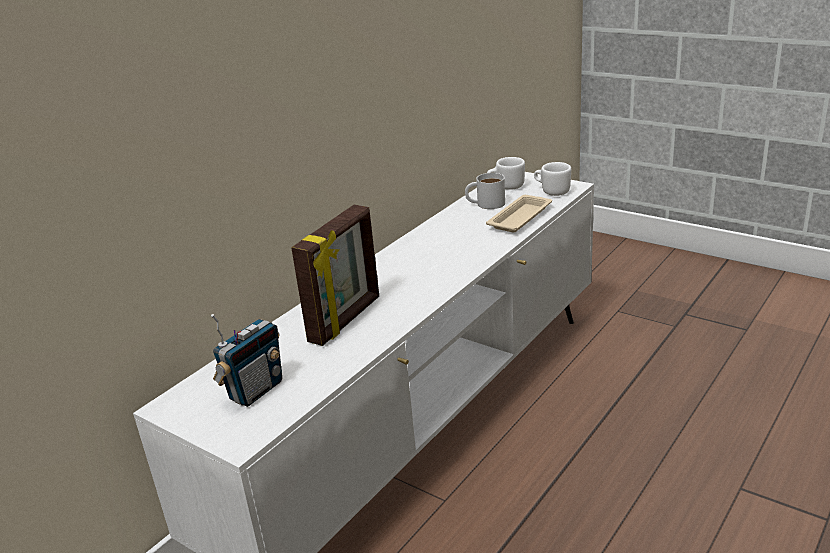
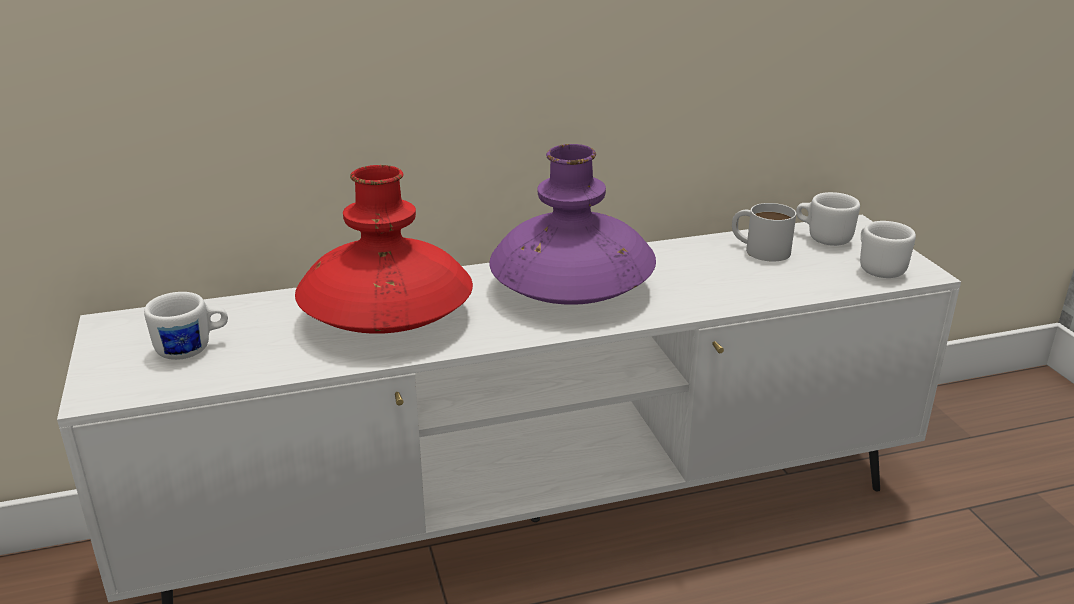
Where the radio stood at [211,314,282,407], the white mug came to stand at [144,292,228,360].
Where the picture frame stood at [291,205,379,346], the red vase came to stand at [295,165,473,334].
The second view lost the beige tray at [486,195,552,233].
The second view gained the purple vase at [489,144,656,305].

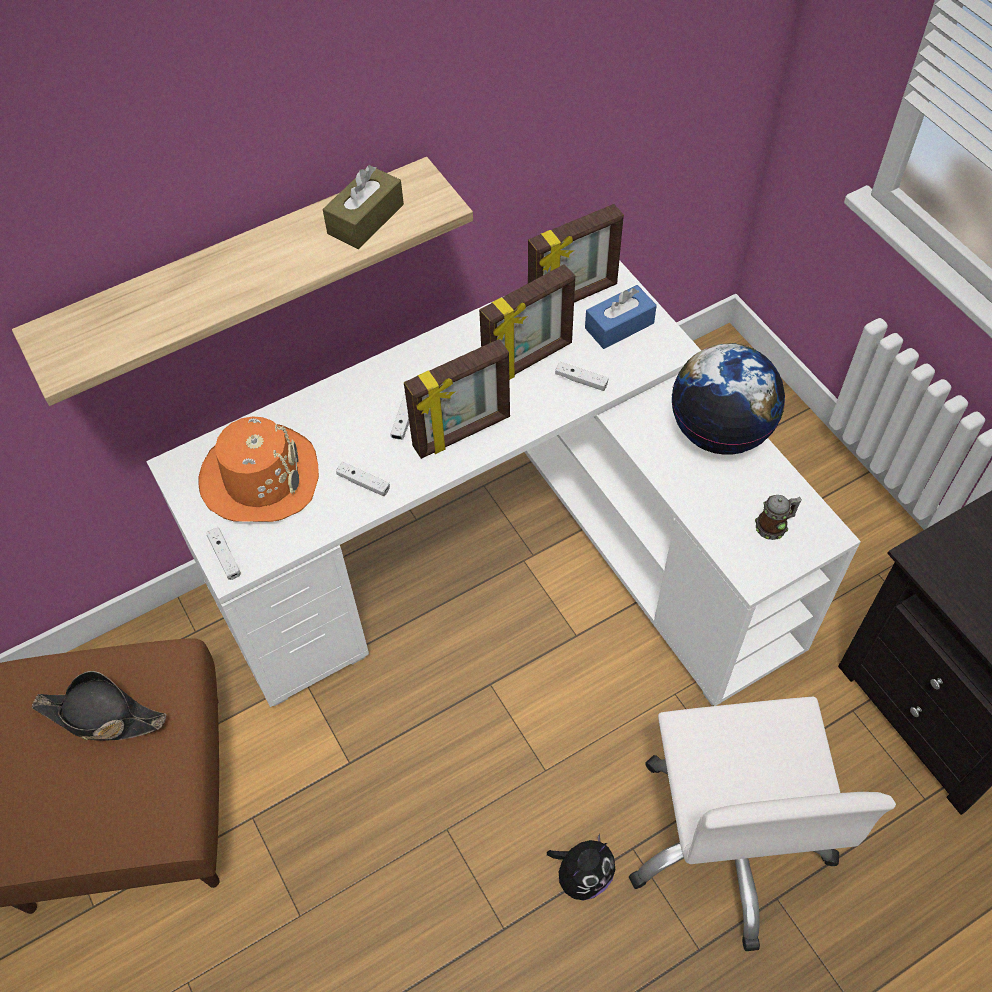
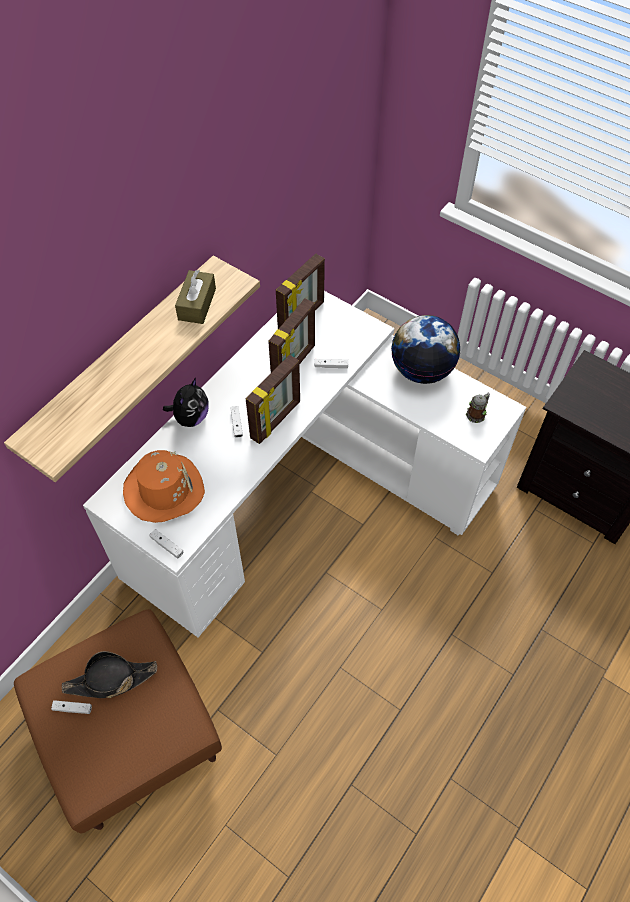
The white game controller ended up elsewhere, having gone from [336,462,390,496] to [51,700,92,714].
The plush toy ended up elsewhere, having gone from [547,834,615,900] to [163,378,209,427].
The second view lost the blue tissue box at [585,285,657,349].
The second view lost the white office chair at [629,697,896,951].

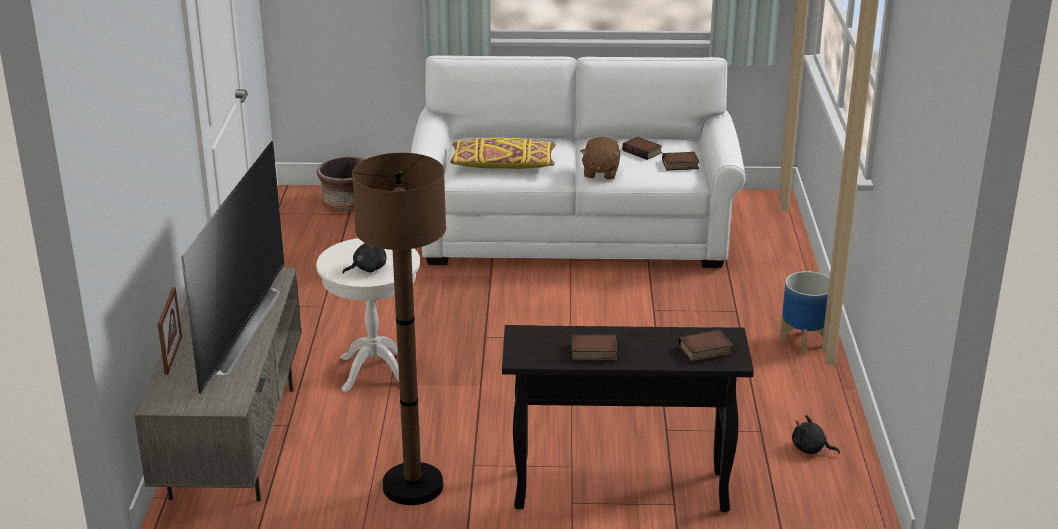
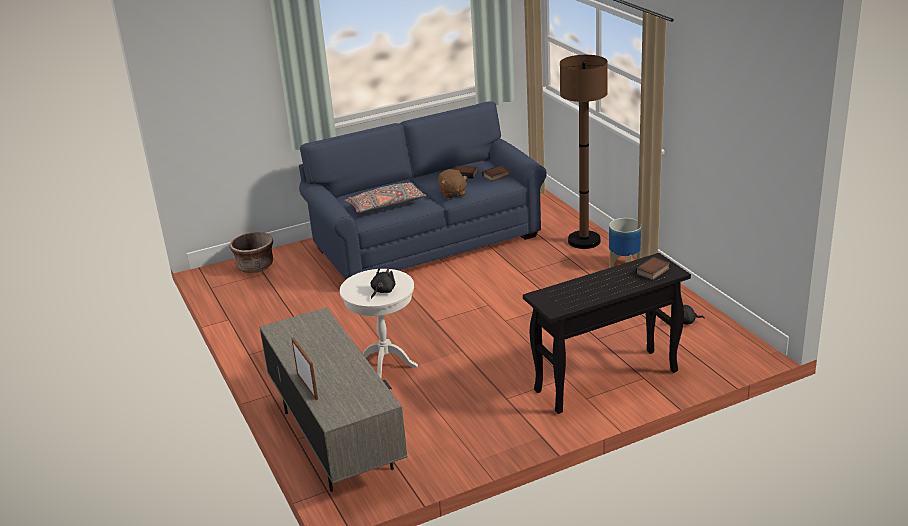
The second view lost the television at [181,141,284,394].
The brown floor lamp ended up elsewhere, having gone from [352,153,446,505] to [560,55,608,249].
What was the white sofa at [411,55,746,268] turned into the blue sofa at [299,102,547,280].
What was the yellow pillow at [450,138,556,169] turned into the grey pillow at [345,182,426,213].
The second view lost the book at [571,334,617,361].

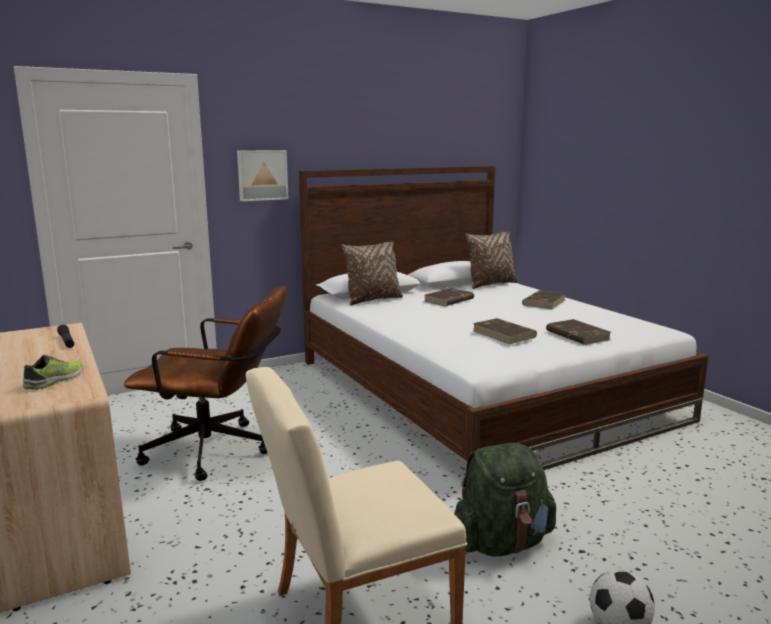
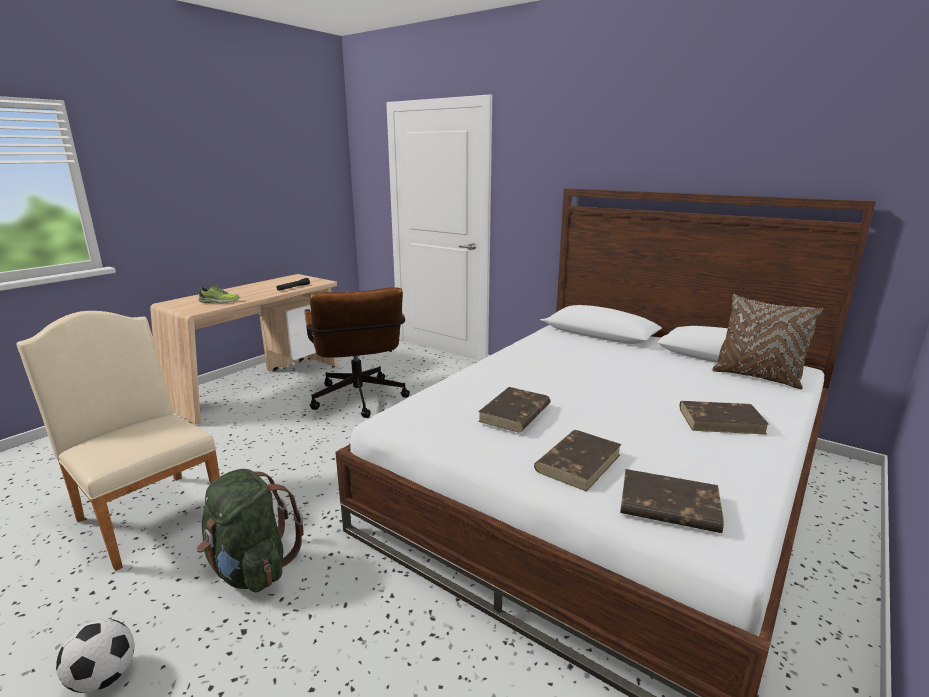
The second view lost the picture at [237,150,288,201].
The second view lost the brown pillow at [341,241,403,306].
The brown book ended up elsewhere, having gone from [424,288,474,306] to [620,469,724,533].

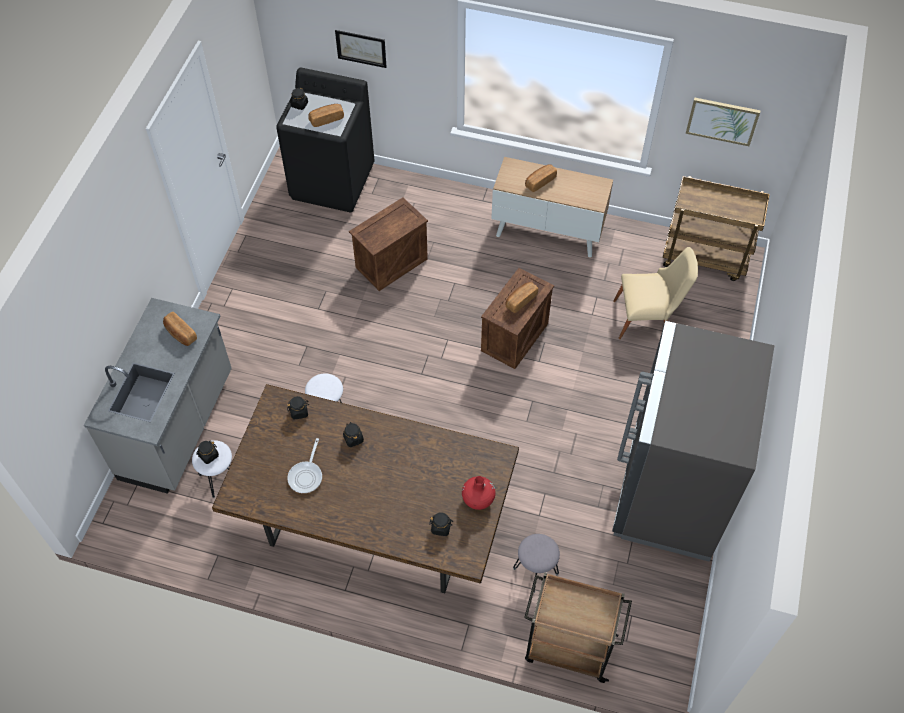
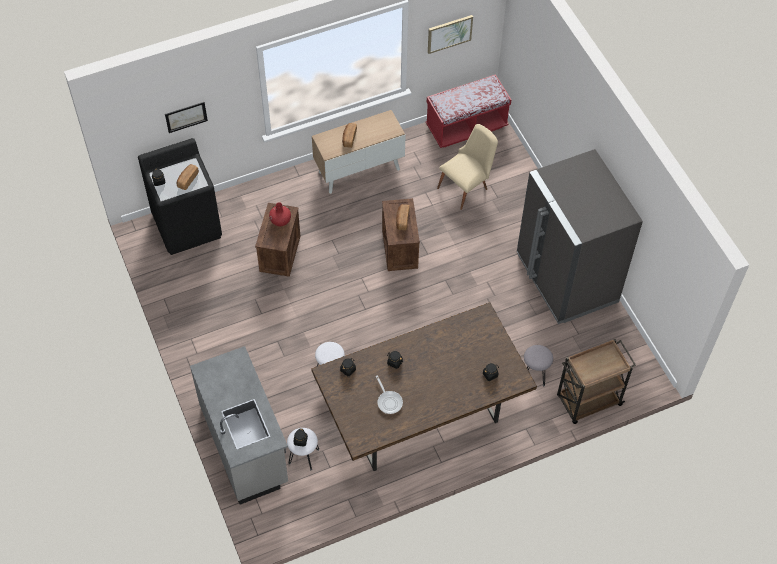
The second view lost the bread at [163,312,197,346].
The red vase ended up elsewhere, having gone from [462,476,496,510] to [269,202,291,226].
Where the brown cart stood at [663,176,770,281], the red bench came to stand at [426,74,511,148].

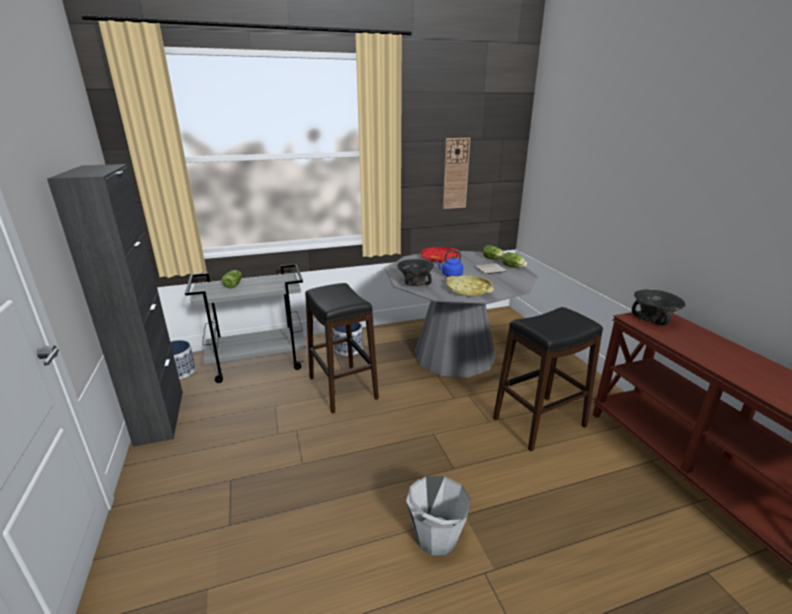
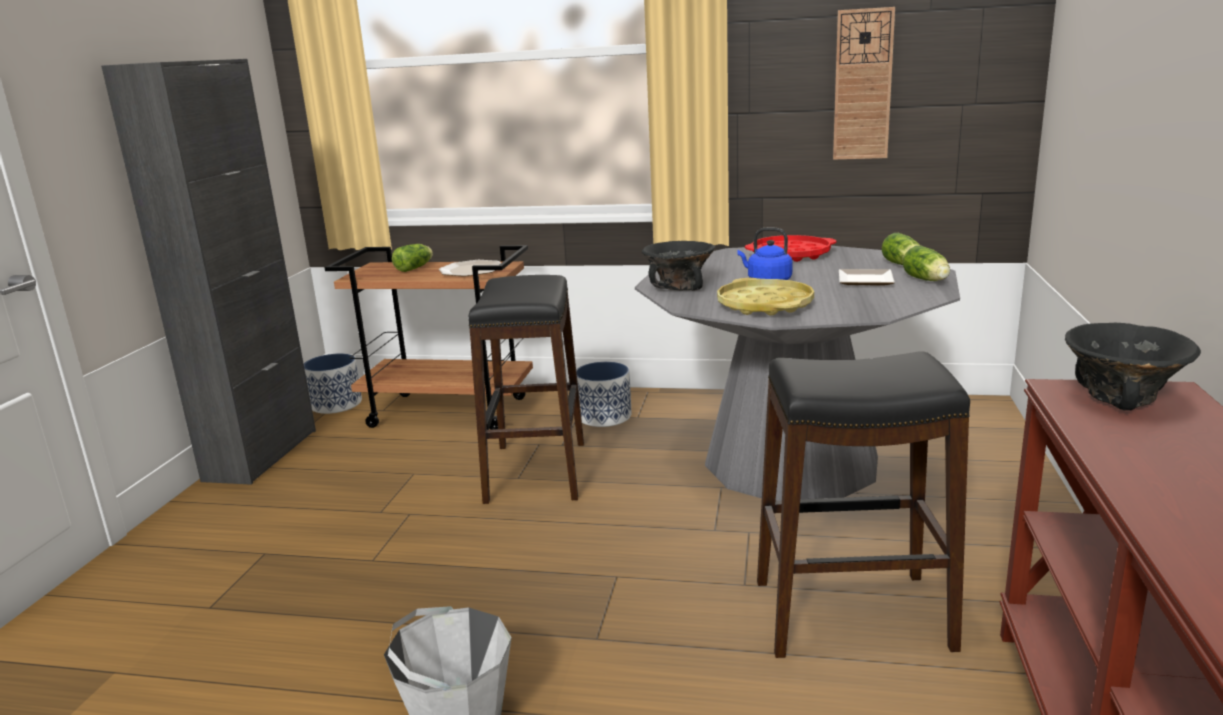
What was the grey cart at [185,264,306,383] turned into the brown cart at [325,245,533,430].
The second view gained the plate at [439,260,501,277].

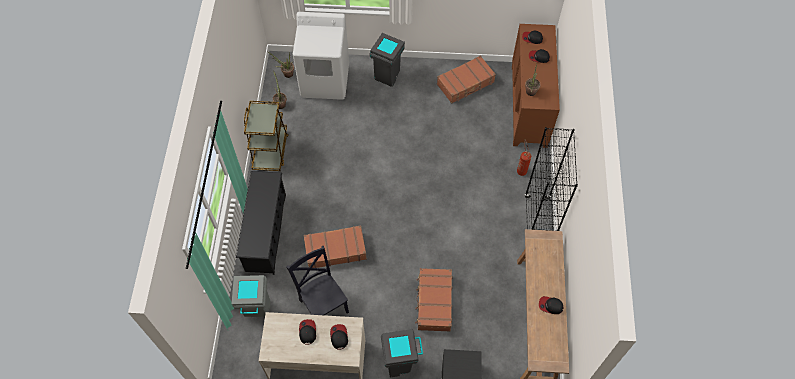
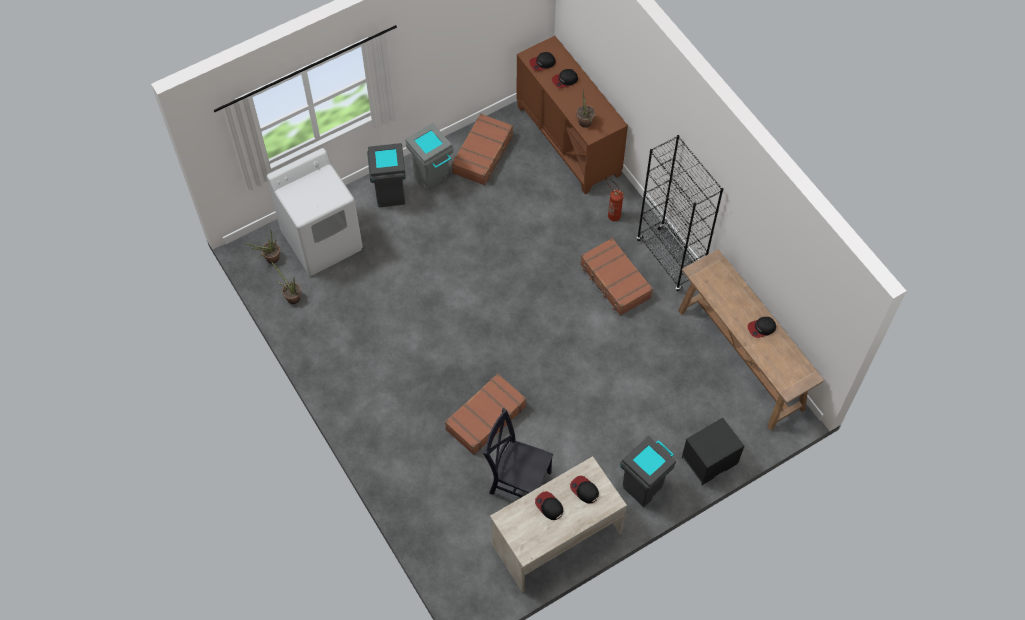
The grey trash can ended up elsewhere, having gone from [232,275,270,317] to [405,123,453,189].
The second view lost the black shoe rack at [236,171,286,275].
The second view lost the brown cart at [244,101,288,171].
The brown suitcase ended up elsewhere, having gone from [415,268,453,332] to [580,238,653,316].

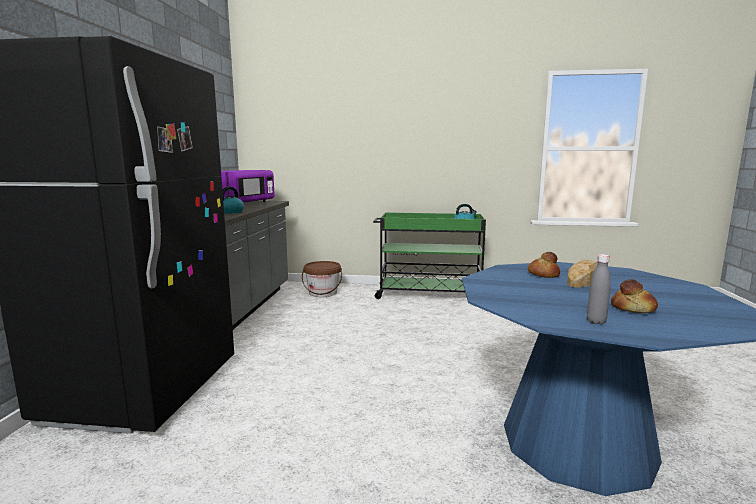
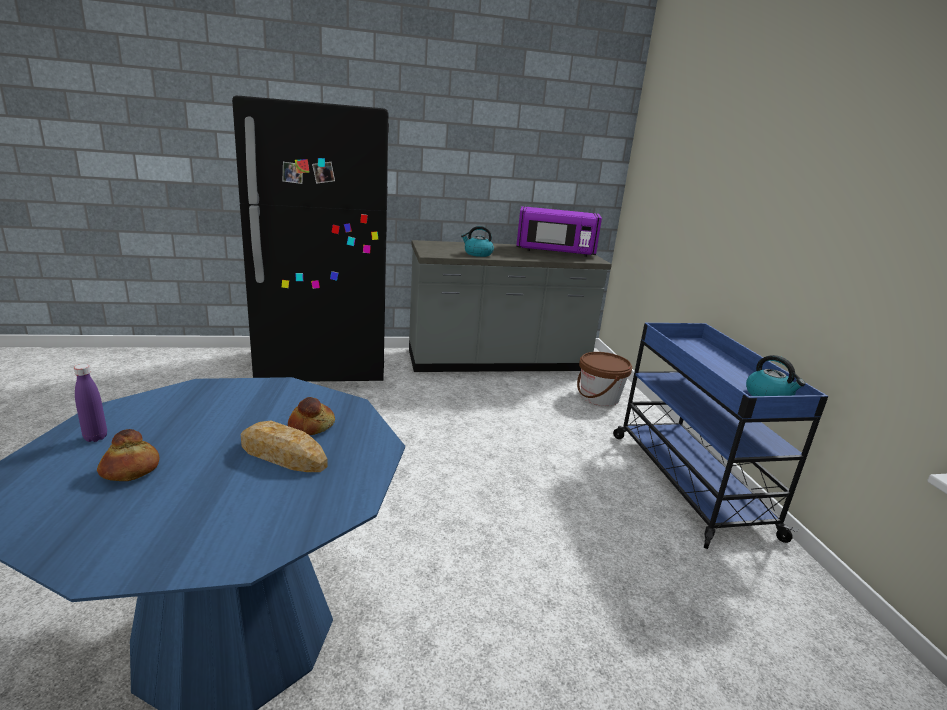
What was the green cart at [373,212,486,299] turned into the blue cart at [613,323,828,549].
What was the grey bottle at [587,254,611,324] turned into the purple bottle at [74,364,107,442].

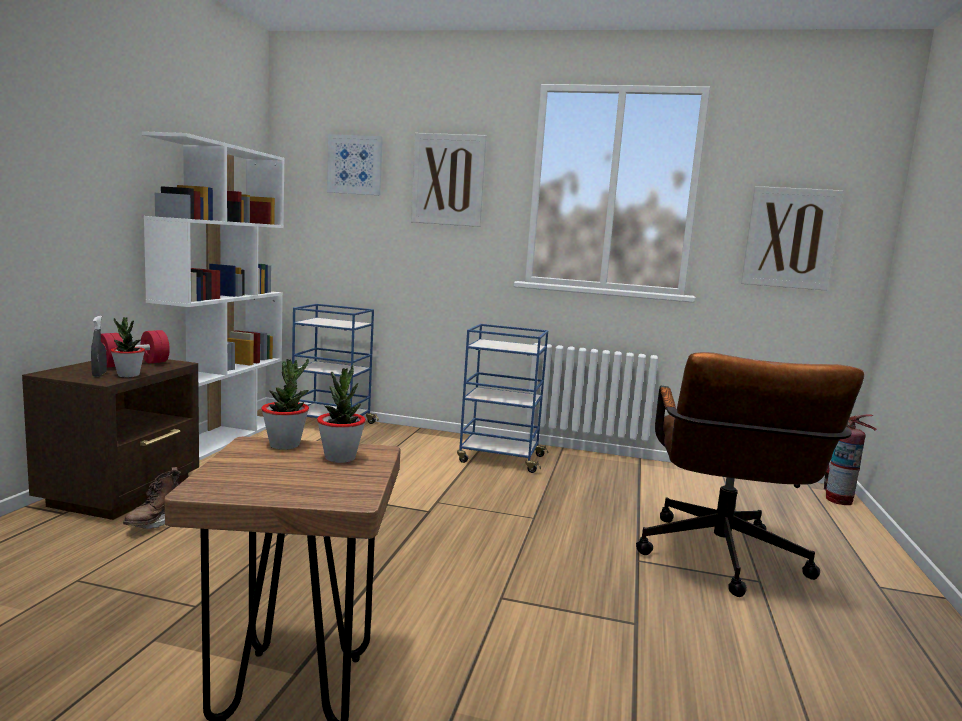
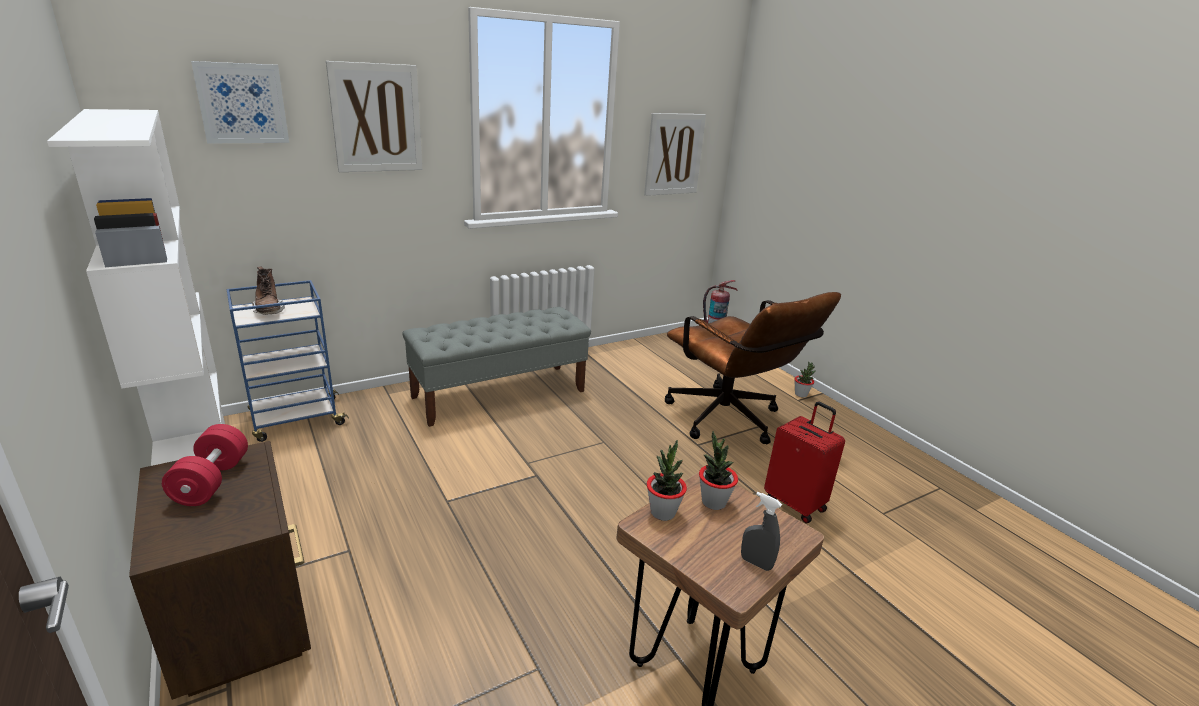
The grey spray bottle ended up elsewhere, having gone from [91,316,107,377] to [741,492,782,571].
The potted plant ended up elsewhere, having gone from [110,317,145,377] to [794,362,815,397].
The brown boot ended up elsewhere, having gone from [123,467,181,529] to [251,266,285,315].
Where the blue cart stood at [457,324,548,473], the grey bench came to stand at [403,307,591,427].
The second view gained the red suitcase at [764,402,845,523].

